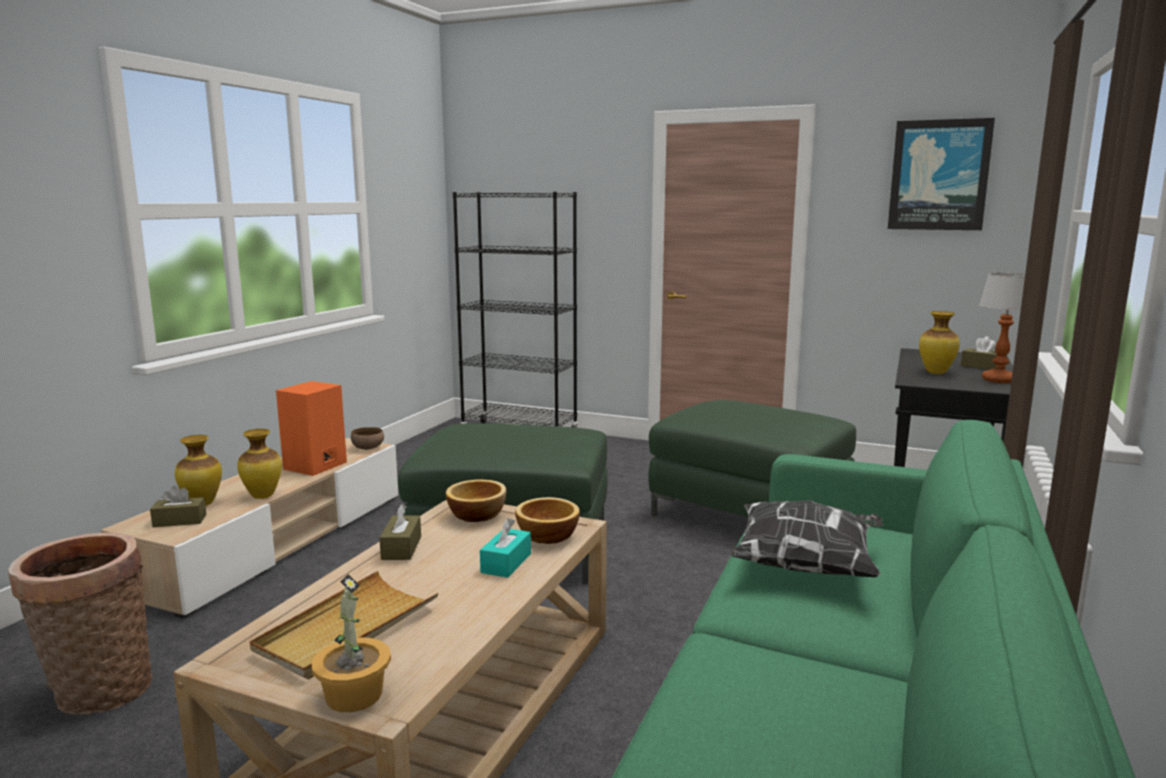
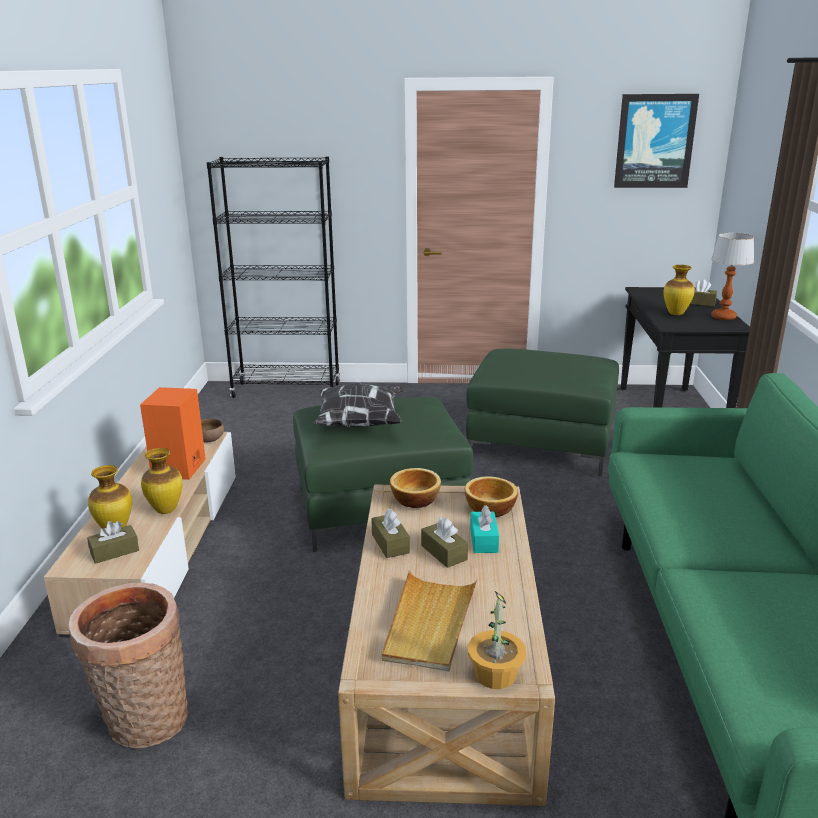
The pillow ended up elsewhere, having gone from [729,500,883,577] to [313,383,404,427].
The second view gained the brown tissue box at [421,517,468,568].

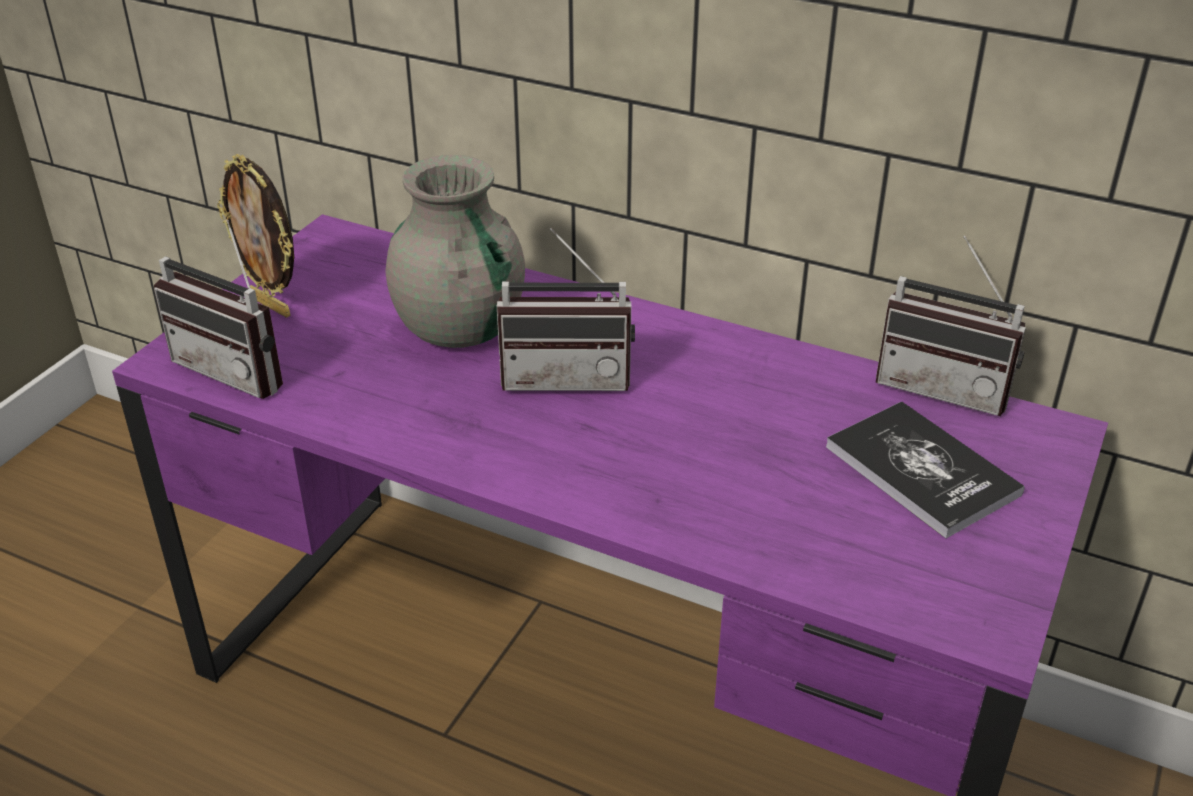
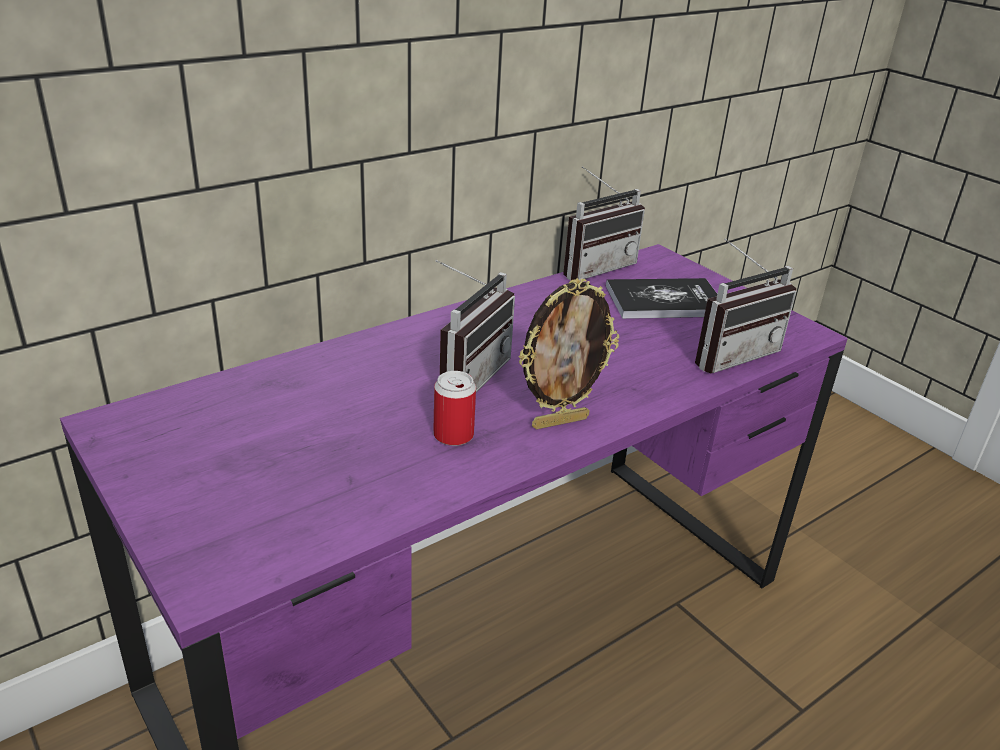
The radio ended up elsewhere, having gone from [154,220,283,399] to [695,238,796,374].
The picture frame ended up elsewhere, having gone from [217,154,294,318] to [518,278,619,430].
The second view lost the grey vase at [385,155,525,348].
The second view gained the can at [433,371,476,446].

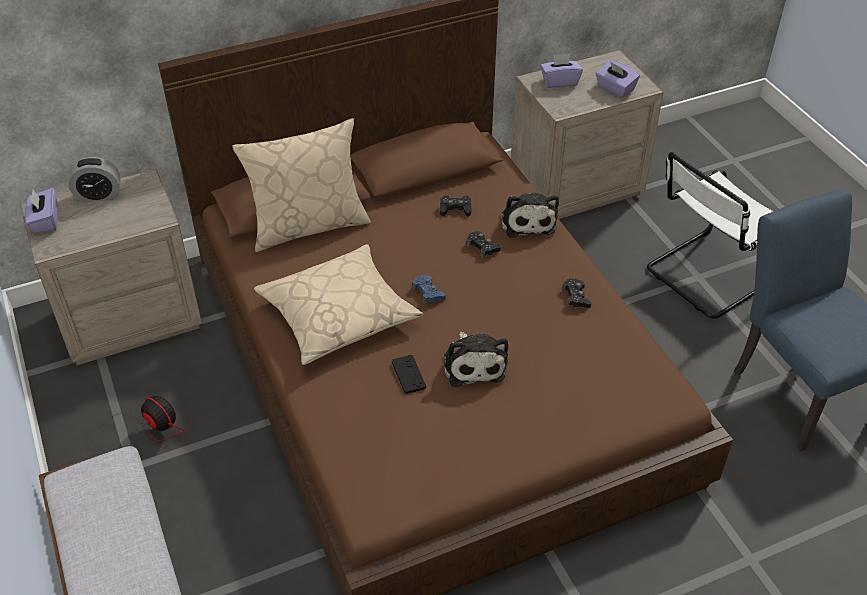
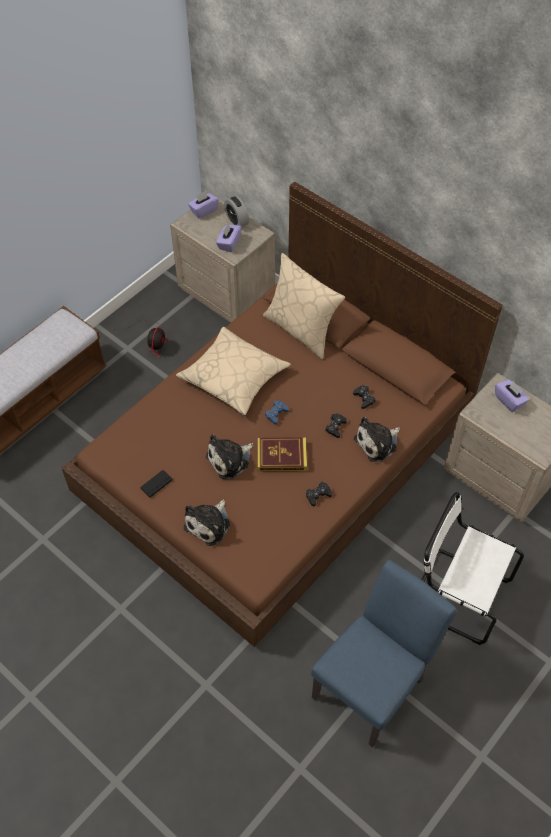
The black game controller ended up elsewhere, having gone from [392,355,426,394] to [141,470,172,497].
The purple tissue box ended up elsewhere, having gone from [596,60,640,98] to [216,224,242,252].
The second view gained the plush toy at [184,499,230,546].
The second view gained the book at [257,437,307,472].

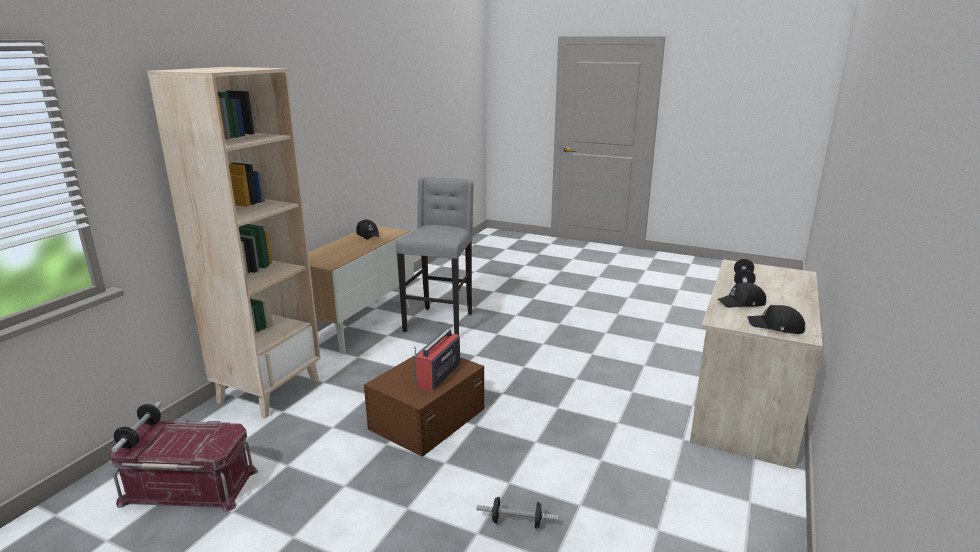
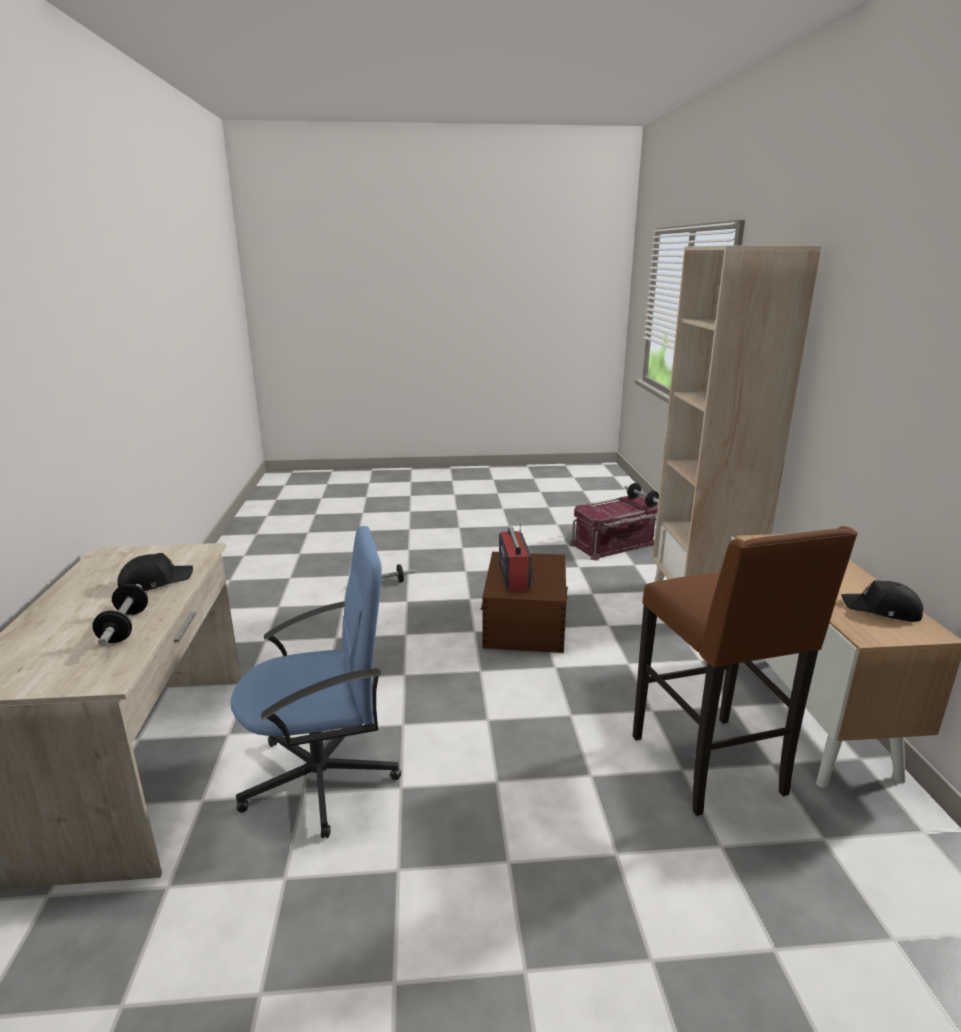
What was the grey stool at [396,177,474,335] turned into the brown stool at [633,526,858,816].
The second view lost the black cap at [747,305,805,334].
The second view gained the blue office chair at [230,526,401,838].

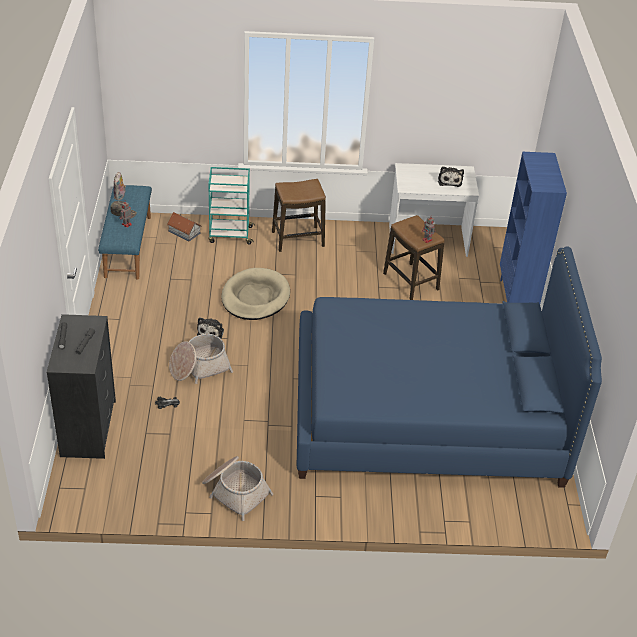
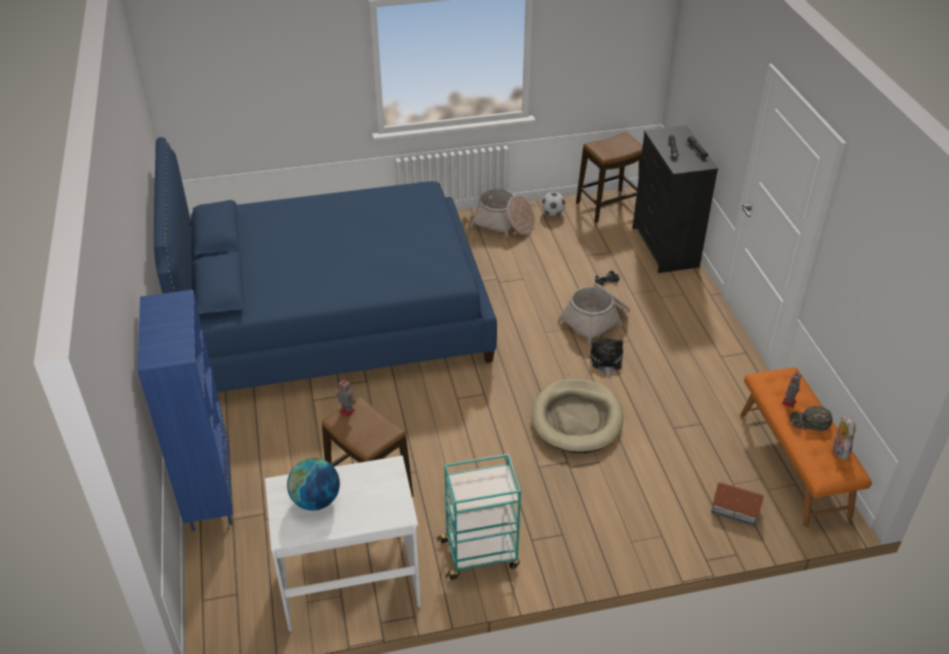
What was the blue bench at [98,185,152,279] turned into the orange bench at [740,367,872,527].
The turquoise cart ended up elsewhere, having gone from [208,167,255,244] to [437,454,521,580].
The stool ended up elsewhere, having gone from [272,179,326,252] to [576,132,643,223].
Where the plush toy stood at [438,167,464,187], the globe came to stand at [287,458,340,511].
The second view gained the football at [542,192,565,216].

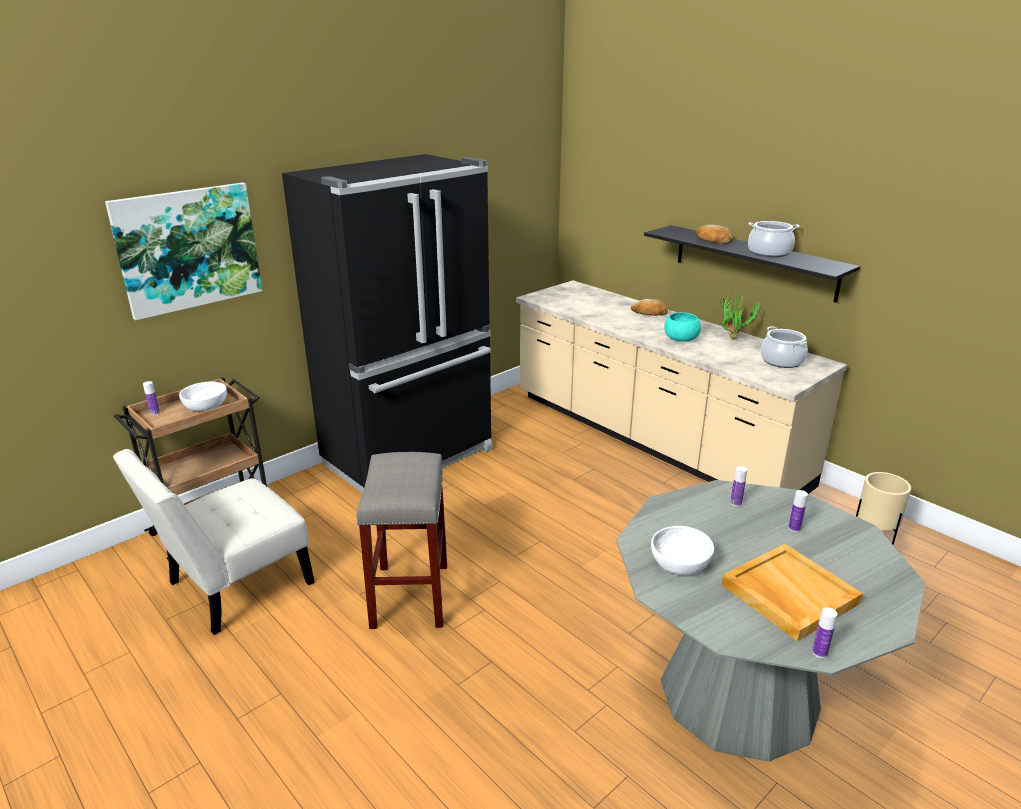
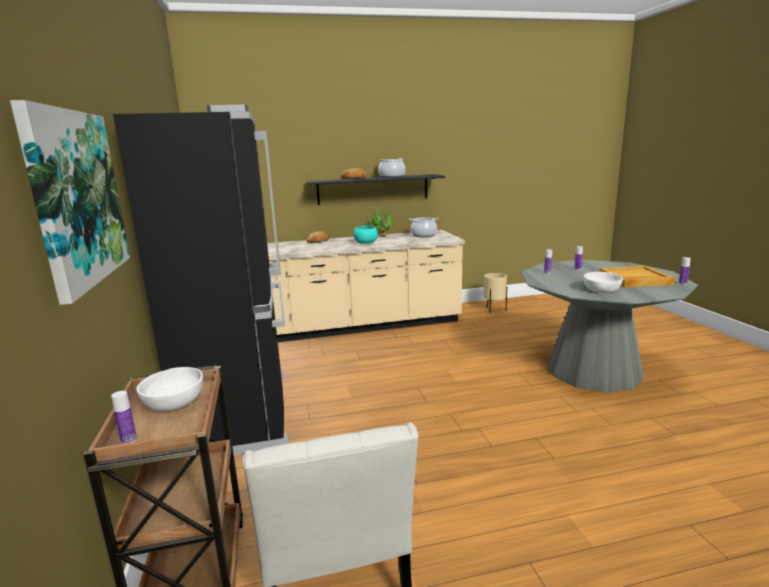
The second view lost the grey stool at [357,452,447,629].

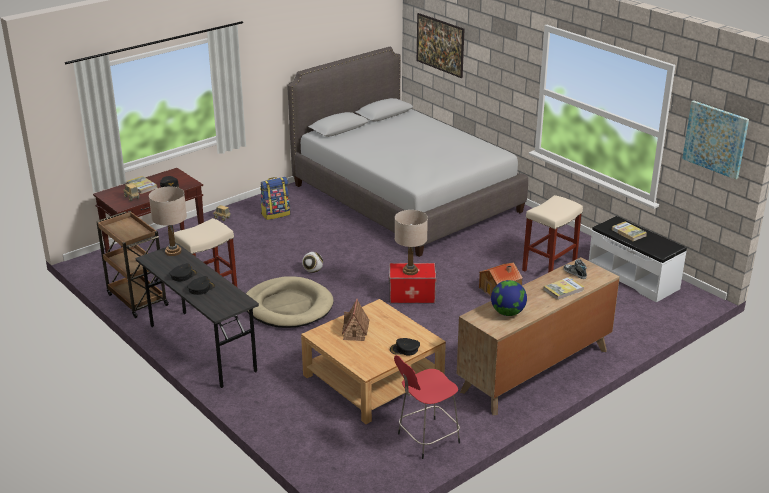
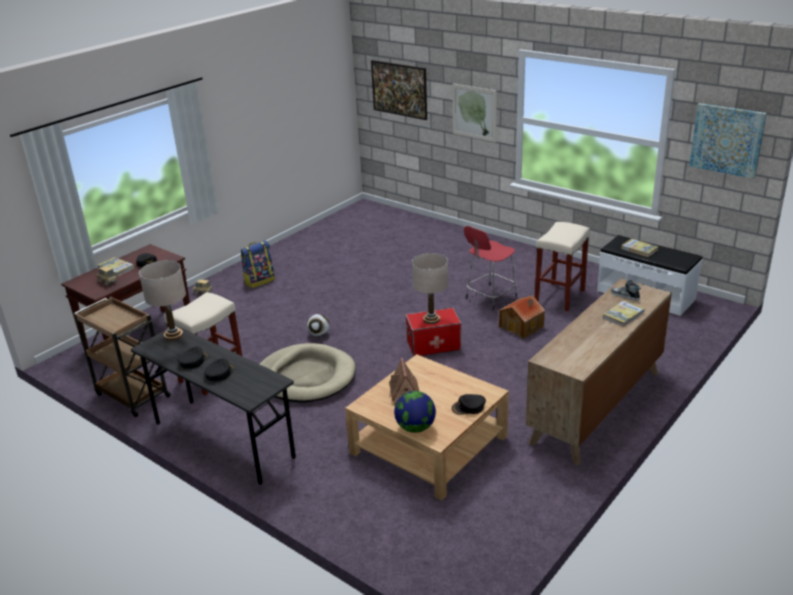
The second view lost the grey bed at [287,47,528,257].
The red stool ended up elsewhere, having gone from [394,355,460,459] to [464,226,517,310].
The globe ended up elsewhere, having gone from [491,280,527,316] to [394,391,436,433].
The second view gained the picture at [452,83,497,142].

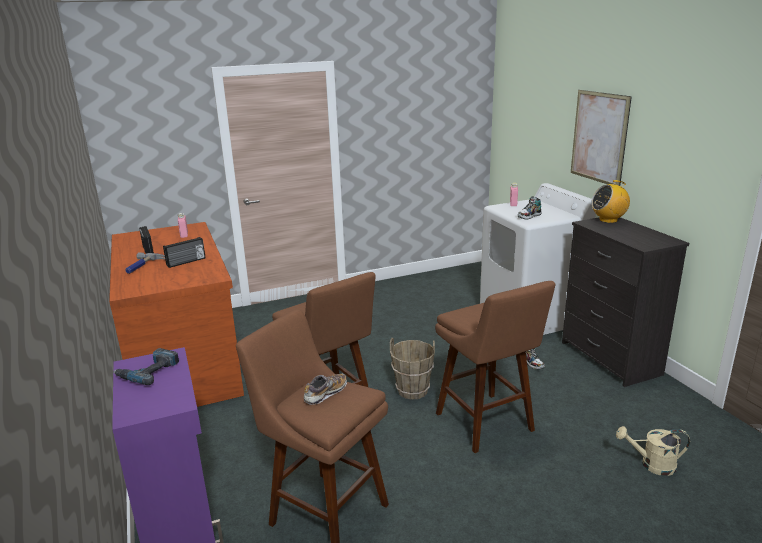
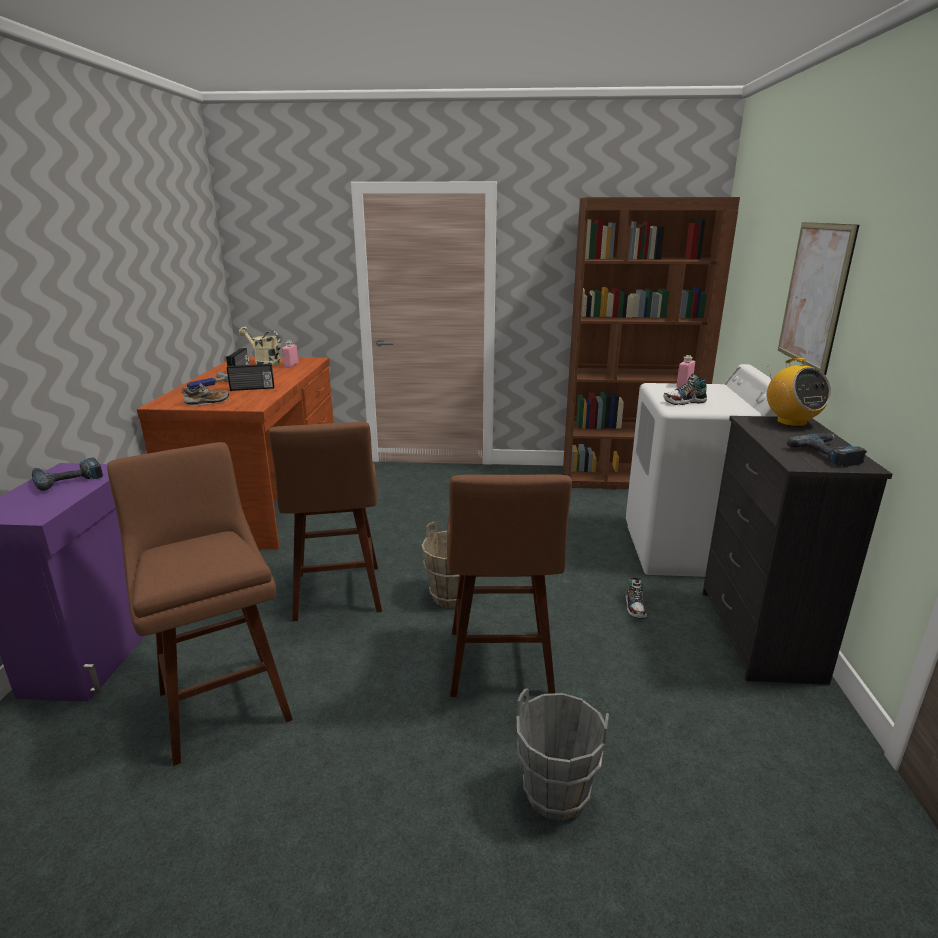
The shoe ended up elsewhere, having gone from [304,374,347,405] to [181,384,229,405].
The radio at [591,180,630,223] ended up facing another way, 120 degrees counterclockwise from before.
The beige watering can ended up elsewhere, having gone from [616,426,690,476] to [239,326,281,366].
The second view gained the grey bucket at [517,688,609,821].
The second view gained the brown bookcase at [563,197,740,489].
The second view gained the power drill at [787,433,867,467].

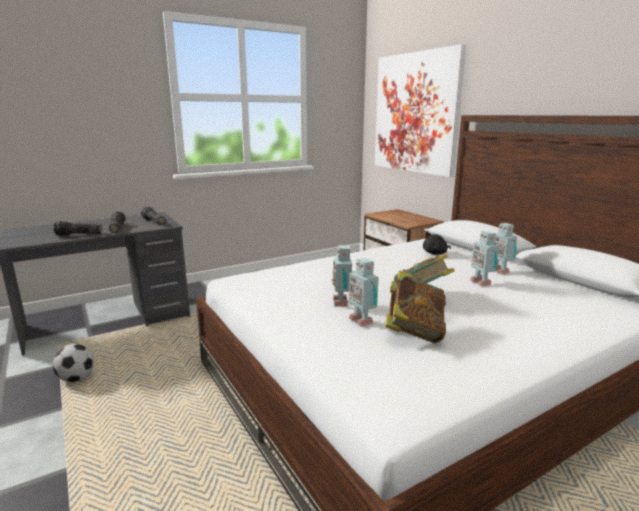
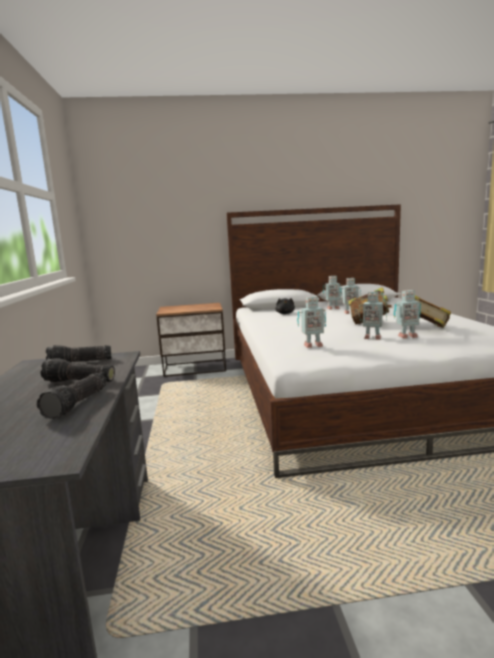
The second view lost the football at [53,344,95,382].
The second view lost the picture at [375,44,466,177].
The second view gained the toy robot at [297,296,326,348].

